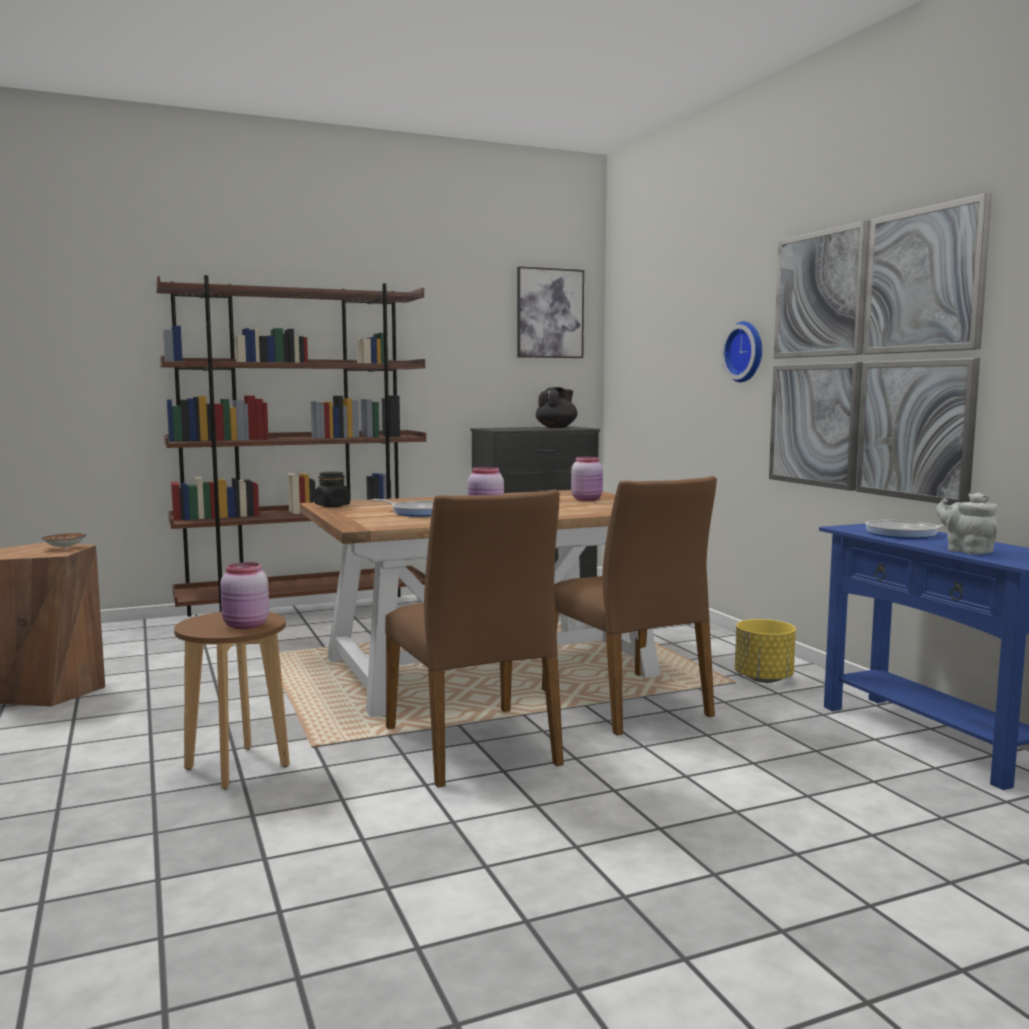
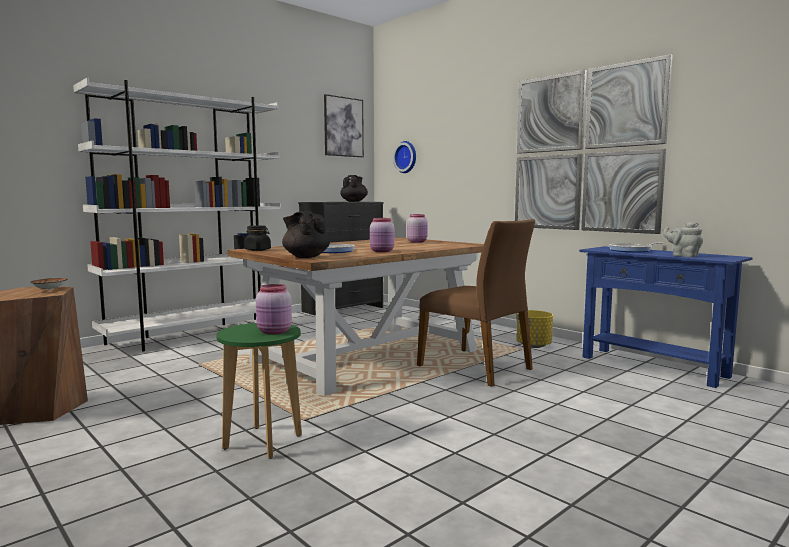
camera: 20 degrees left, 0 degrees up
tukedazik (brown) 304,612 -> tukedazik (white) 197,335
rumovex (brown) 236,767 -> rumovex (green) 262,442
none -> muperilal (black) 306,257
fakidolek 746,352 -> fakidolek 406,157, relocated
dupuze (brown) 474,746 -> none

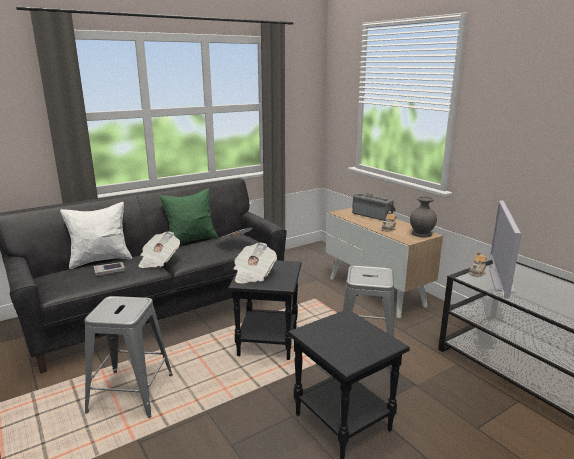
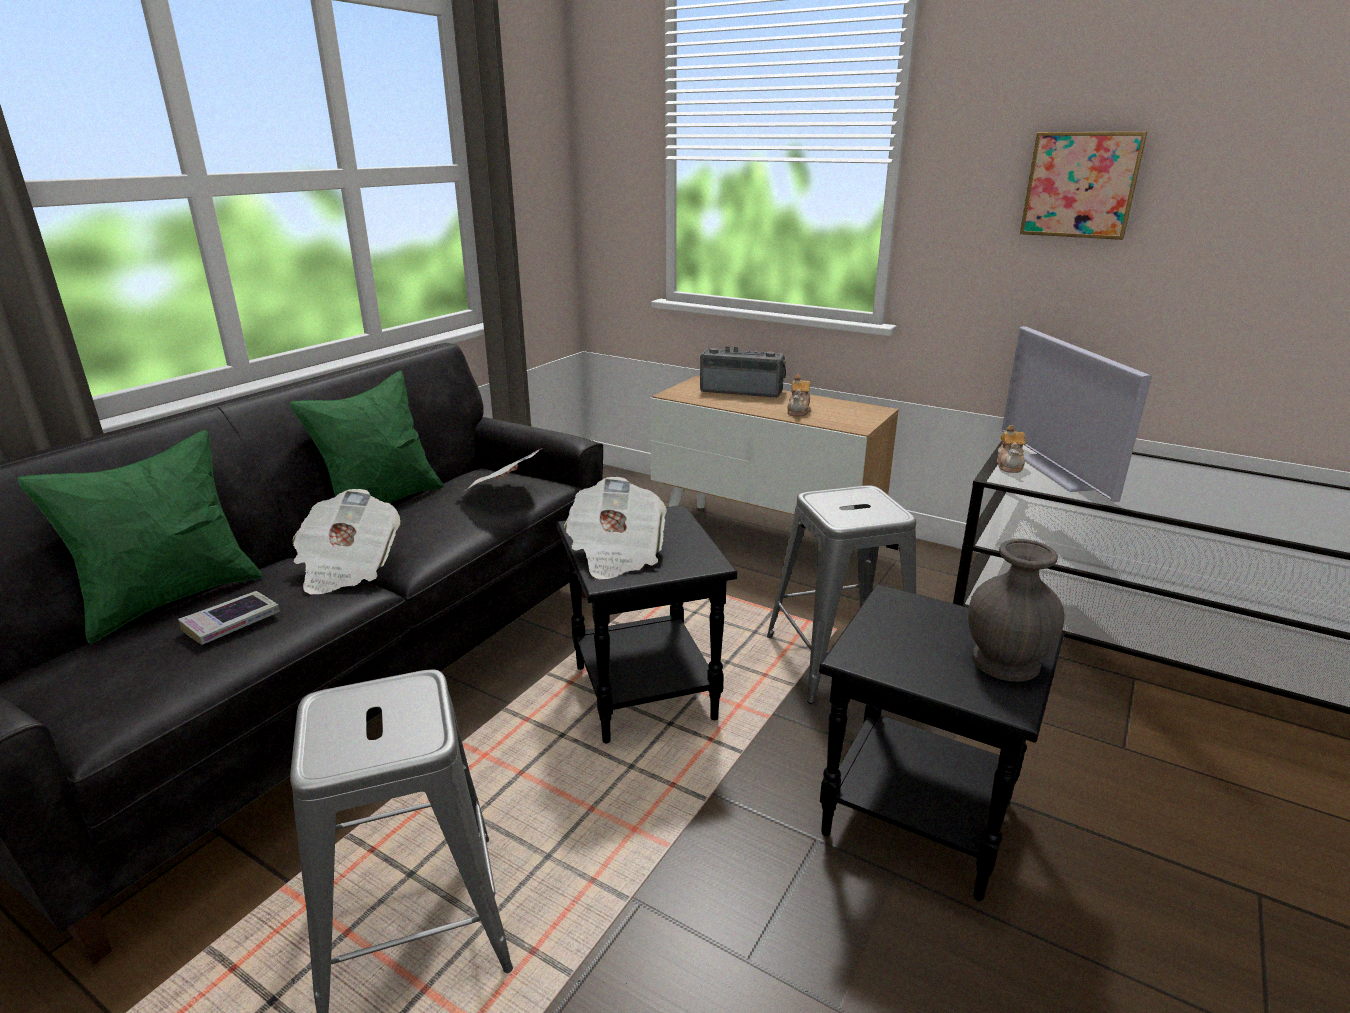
camera: 25 degrees left, 5 degrees up
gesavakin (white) 101,260 -> gesavakin (green) 172,599
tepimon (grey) 422,234 -> tepimon (grey) 1007,661, relocated
none -> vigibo 1081,185

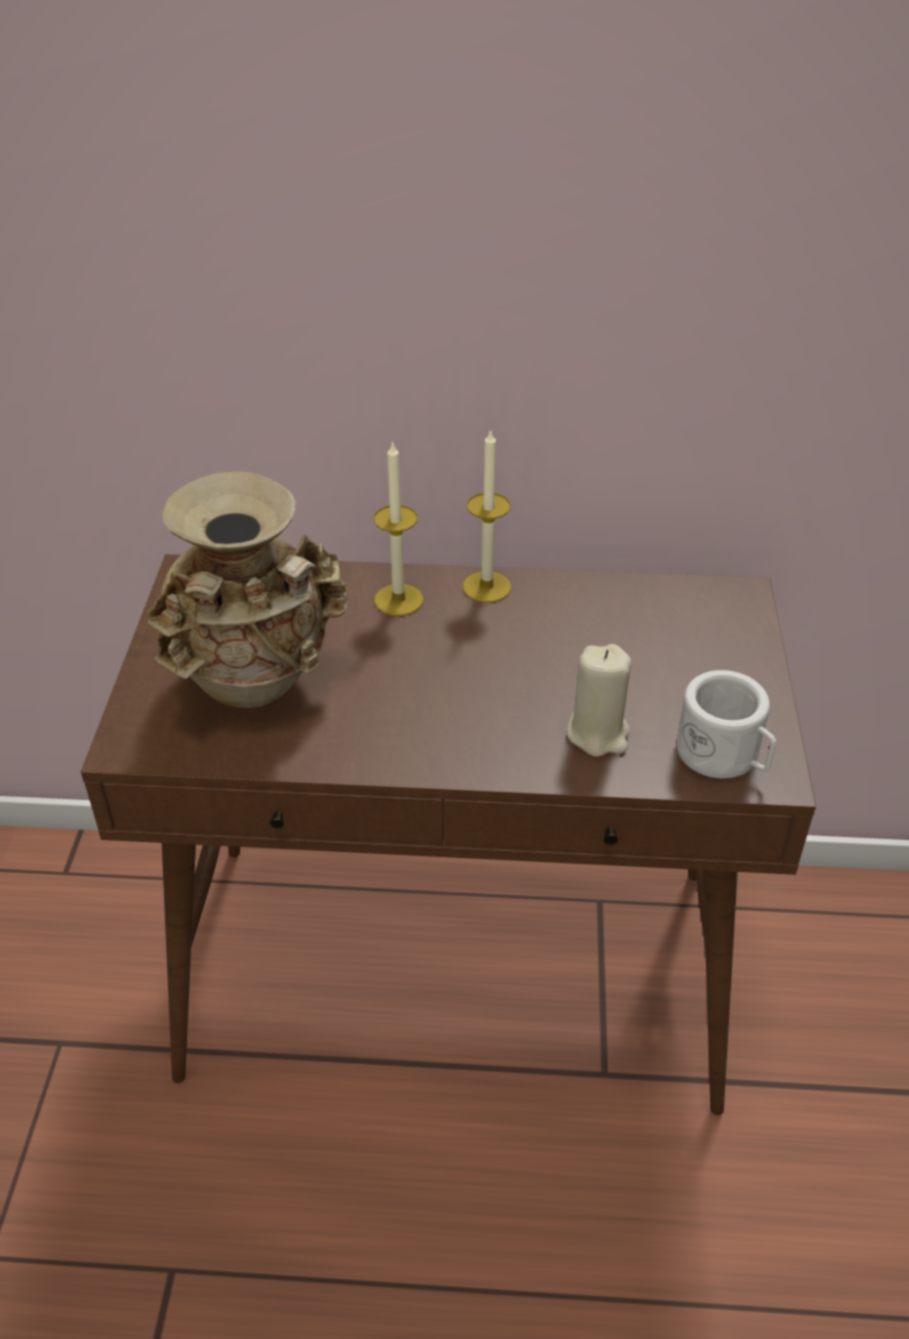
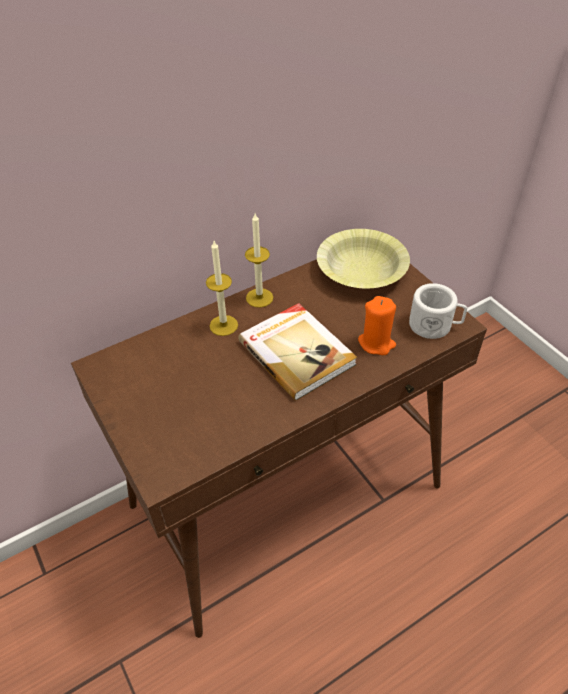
camera: 35 degrees left, 5 degrees up
none -> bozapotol 297,352
none -> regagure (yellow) 361,270
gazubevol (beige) 598,733 -> gazubevol (orange) 376,343
tepimon (beige) 256,685 -> none

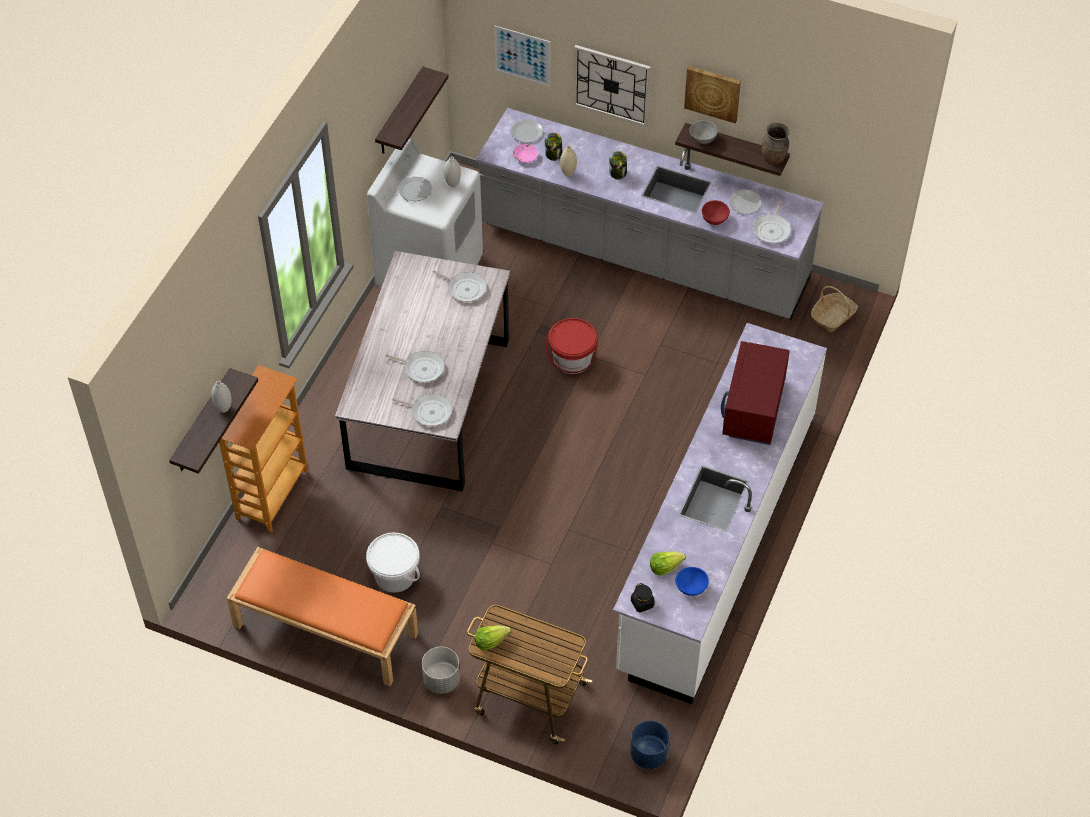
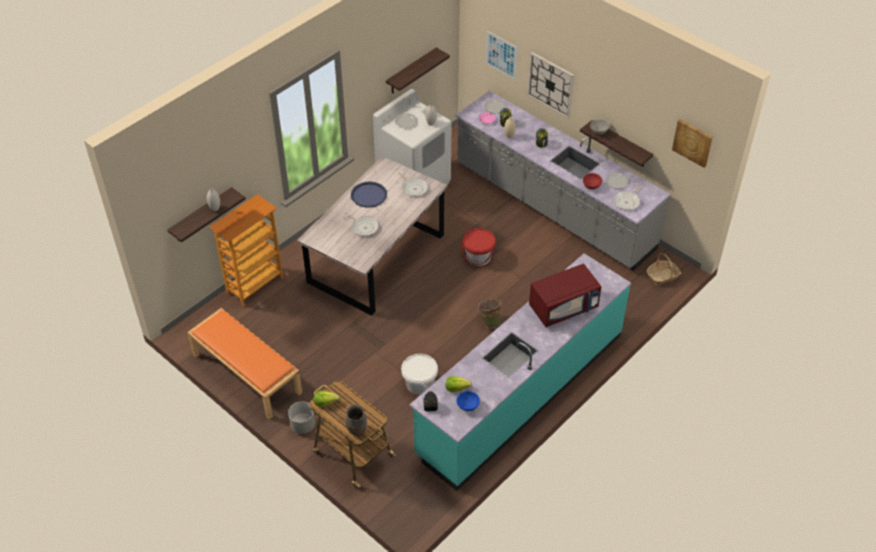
camera: 20 degrees right, 5 degrees down
tepimon (brown) 774,159 -> tepimon (brown) 357,430, relocated
none -> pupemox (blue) 369,195
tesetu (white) 395,575 -> tesetu (white) 420,384, relocated
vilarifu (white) 716,542 -> vilarifu (turquoise) 520,393
none -> tesetu (green) 489,321
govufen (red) 754,409 -> govufen (red) 563,307, 150 degrees counterclockwise
vigibo 713,93 -> vigibo 692,142, relocated
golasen 429,411 -> none
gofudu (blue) 649,754 -> none

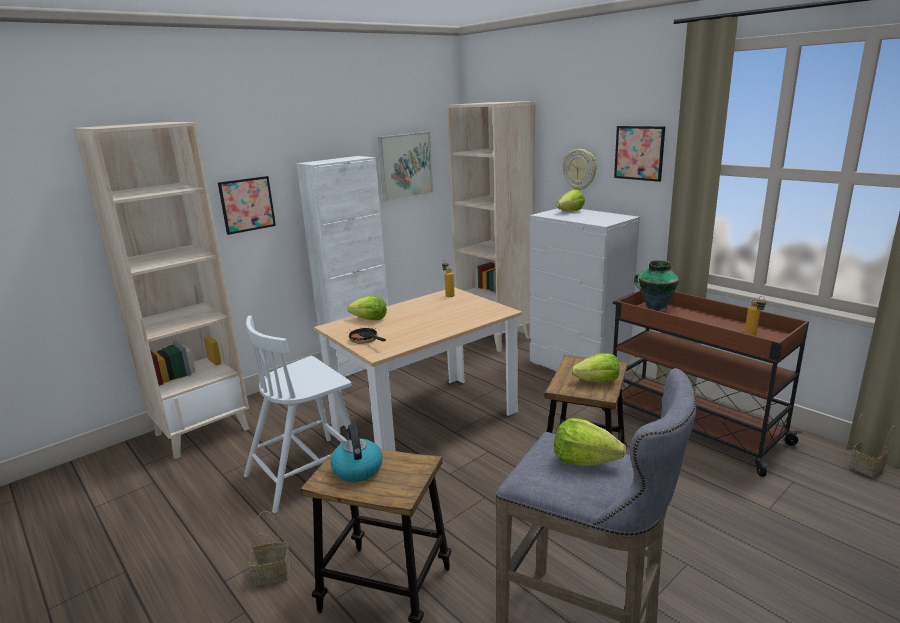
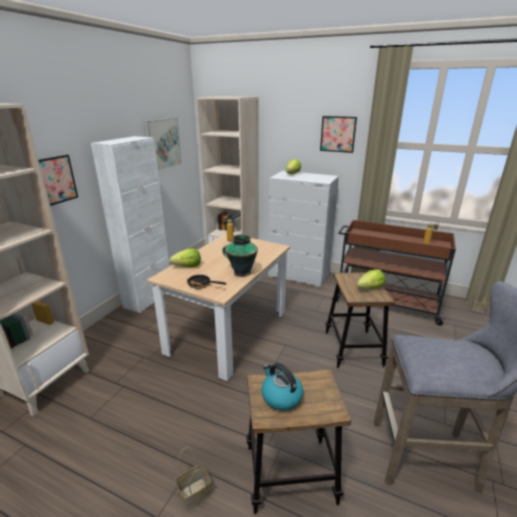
camera: 25 degrees left, 5 degrees up
tepimon 654,308 -> tepimon 241,272, relocated
dupuze (white) 307,472 -> none
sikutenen 584,460 -> none
fakidolek 580,169 -> none

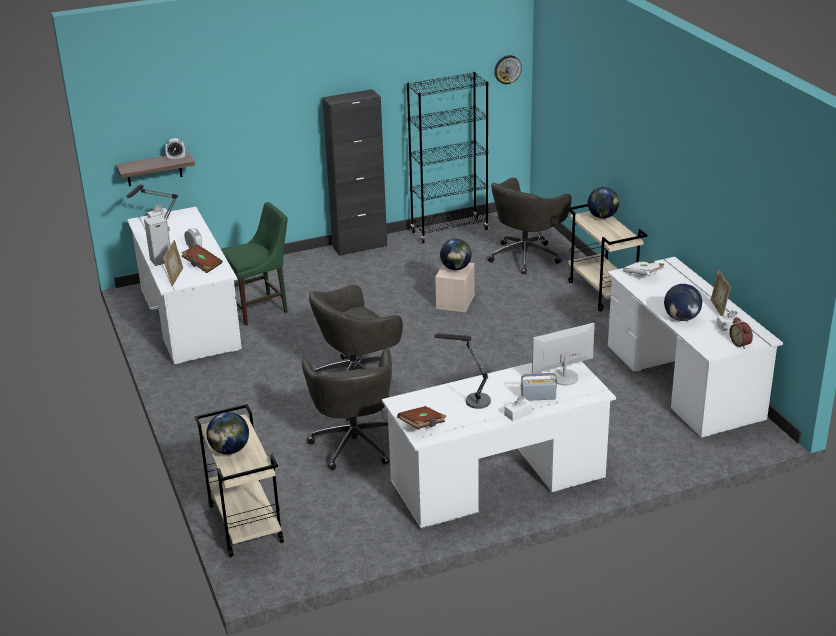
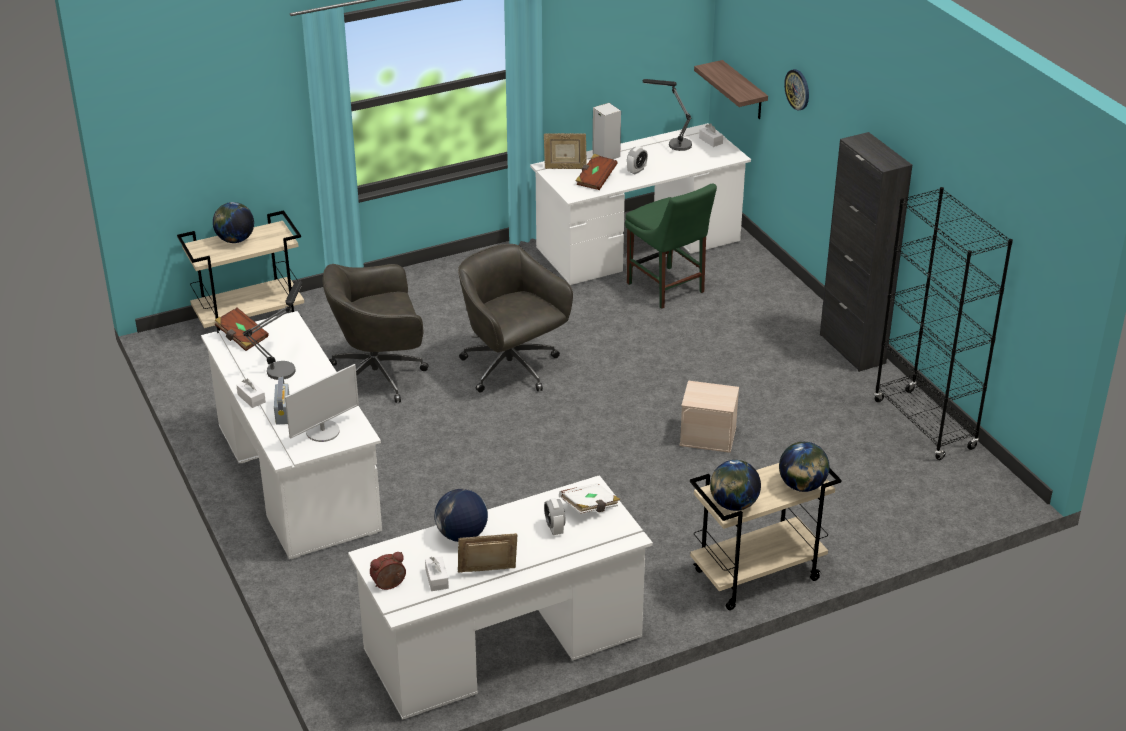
camera: 85 degrees right, 5 degrees up
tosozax 564,377 -> tosozax 323,431, 75 degrees clockwise
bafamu 176,158 -> bafamu 554,528, relocated
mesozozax 455,268 -> mesozozax 733,505, relocated
fakidolek 507,69 -> fakidolek 797,89, relocated
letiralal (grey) 526,256 -> none

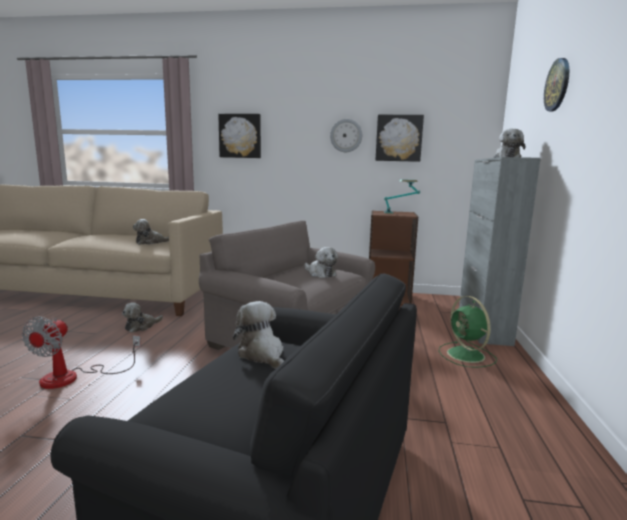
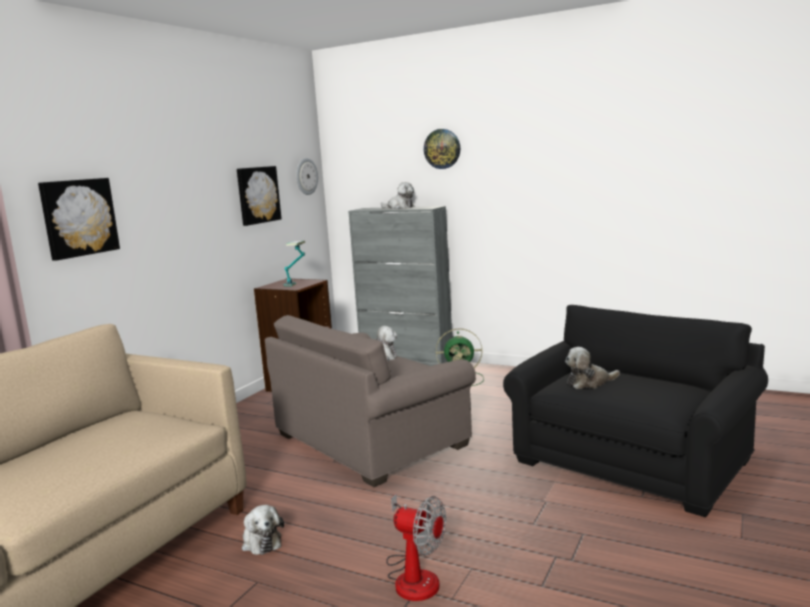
camera: 70 degrees left, 0 degrees up
fakidolek 346,135 -> fakidolek 306,176, relocated
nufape 151,242 -> none

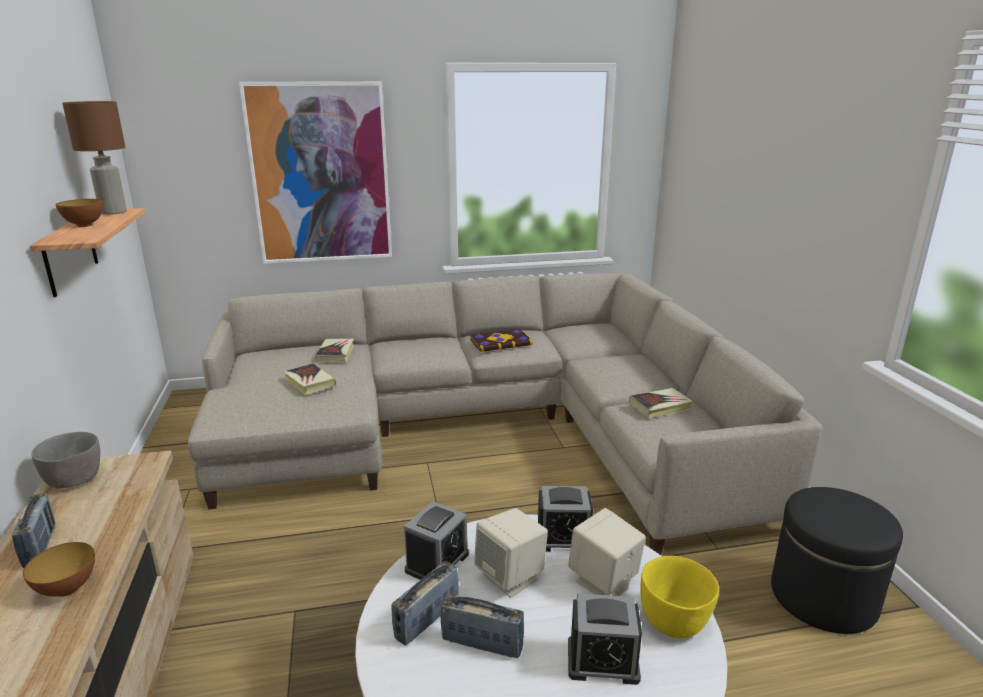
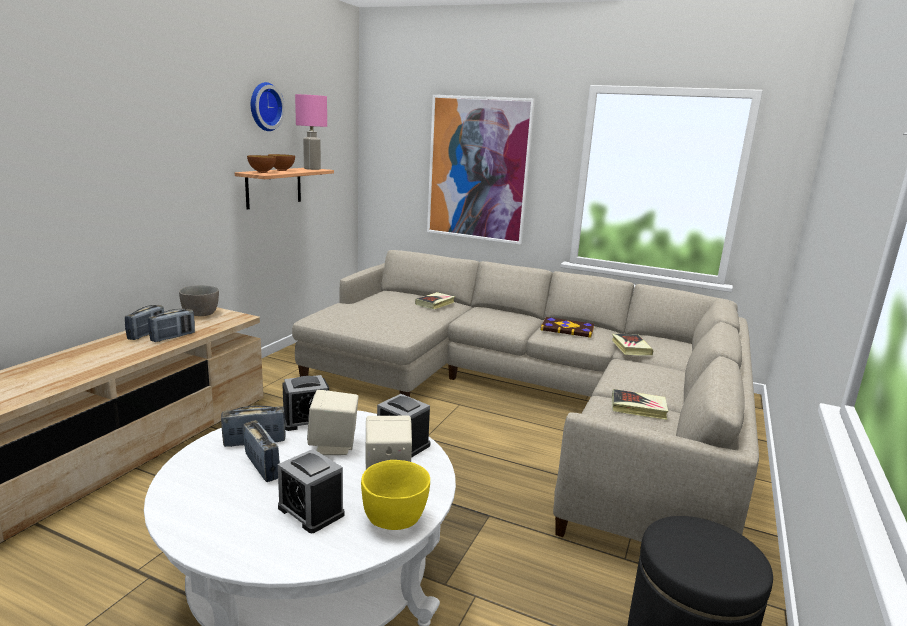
camera: 35 degrees right, 5 degrees down
none -> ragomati 173,337
regagure 67,589 -> regagure 262,172, relocated
none -> fakidolek 264,106
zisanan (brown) 114,212 -> zisanan (pink) 312,169
bozapotol 309,382 -> bozapotol 630,347, relocated

